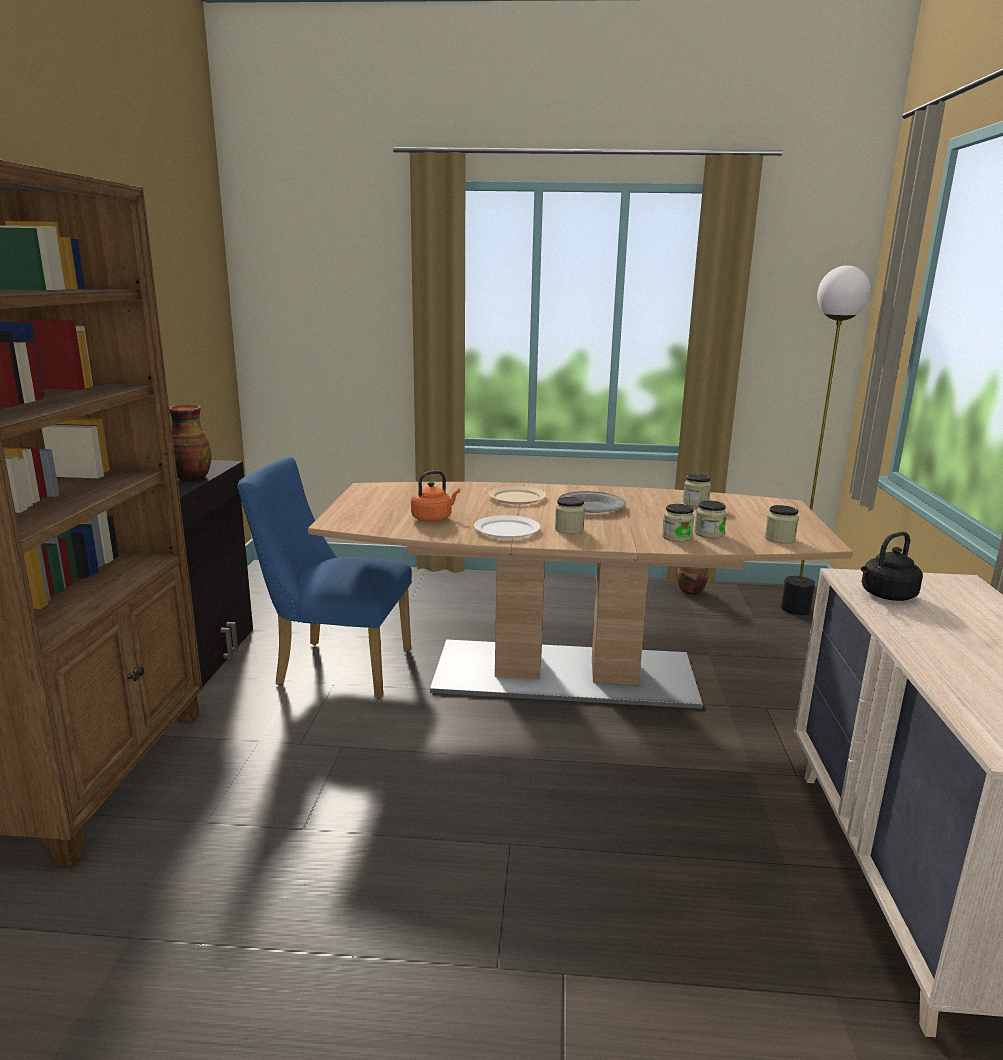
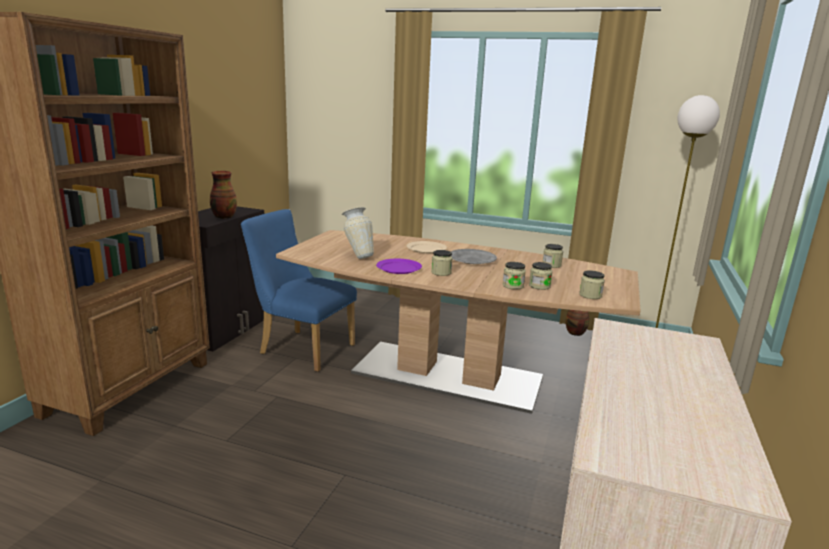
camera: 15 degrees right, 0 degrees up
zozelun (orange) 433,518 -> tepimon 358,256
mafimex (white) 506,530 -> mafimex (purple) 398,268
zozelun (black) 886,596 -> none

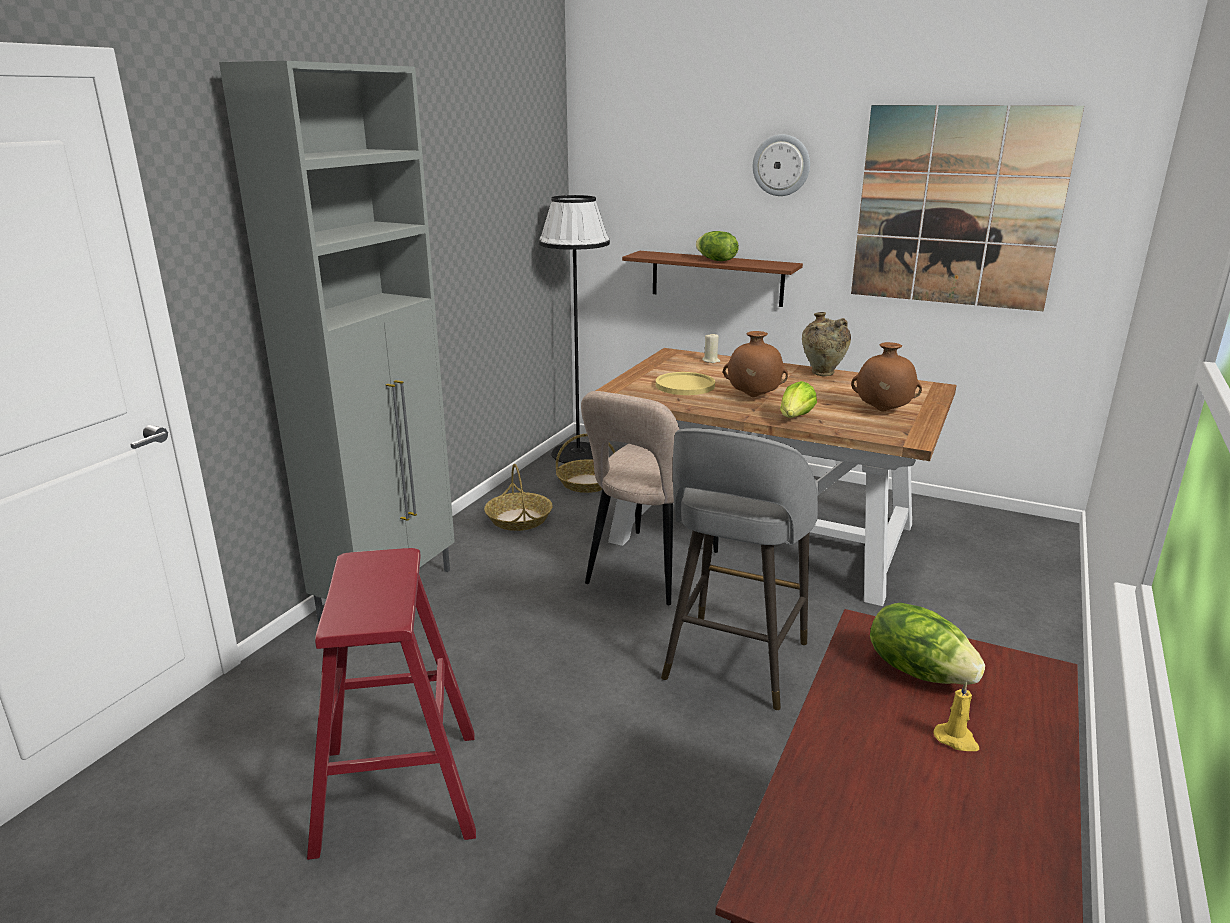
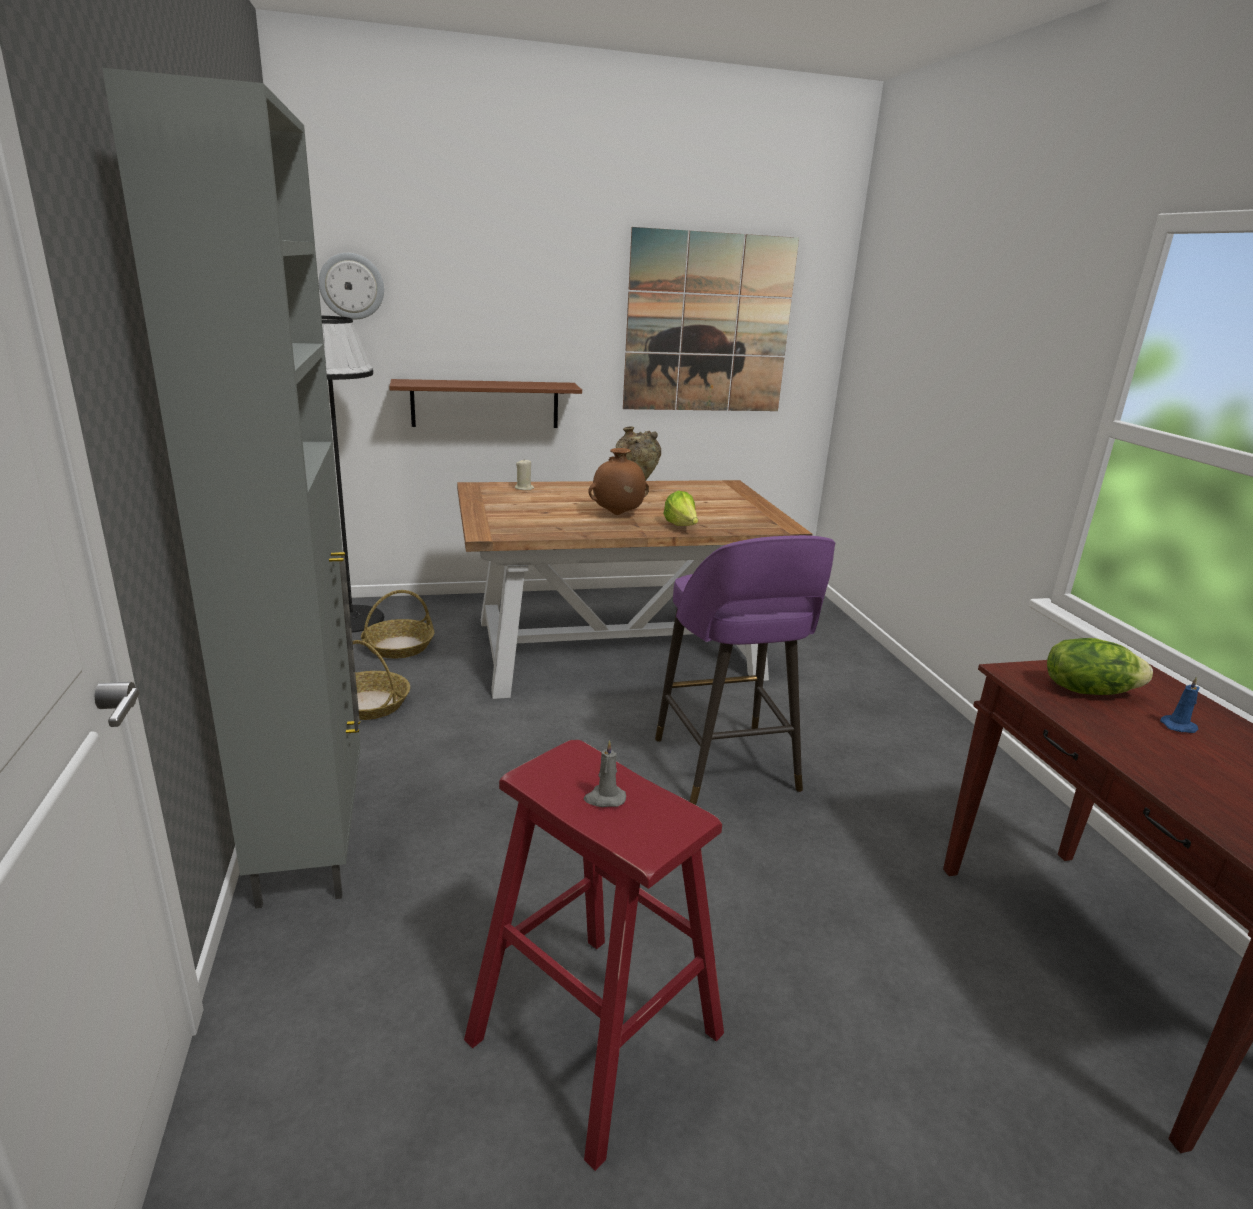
camera: 40 degrees left, 0 degrees up
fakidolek 781,165 -> fakidolek 351,286, relocated
none -> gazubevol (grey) 604,798
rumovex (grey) 734,663 -> rumovex (purple) 727,767
gazubevol (yellow) 956,740 -> gazubevol (blue) 1179,727
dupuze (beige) 649,571 -> none
mafimex (yellow) 685,385 -> none
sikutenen 716,260 -> none
tepimon (brown) 882,411 -> none

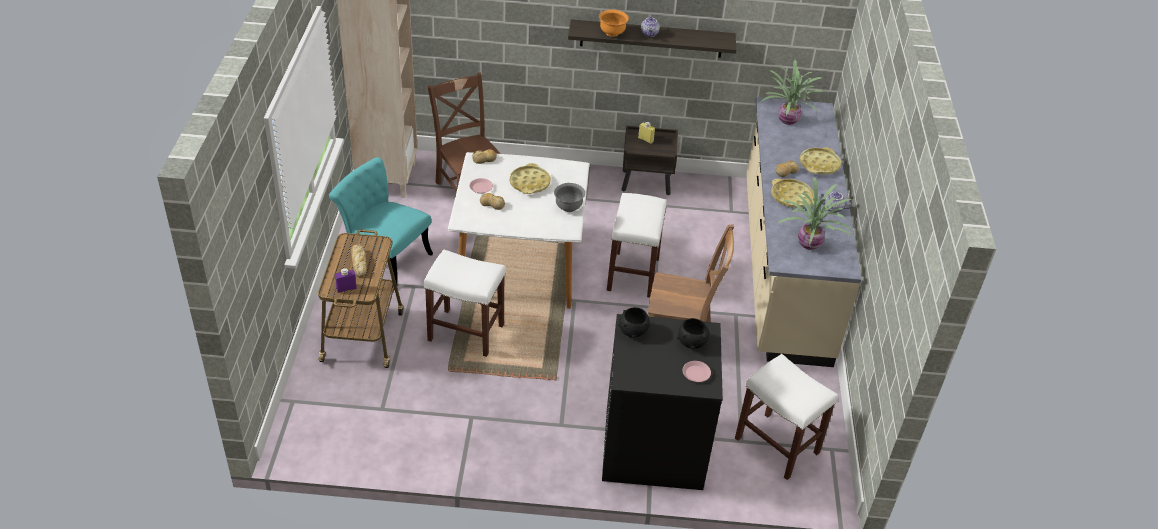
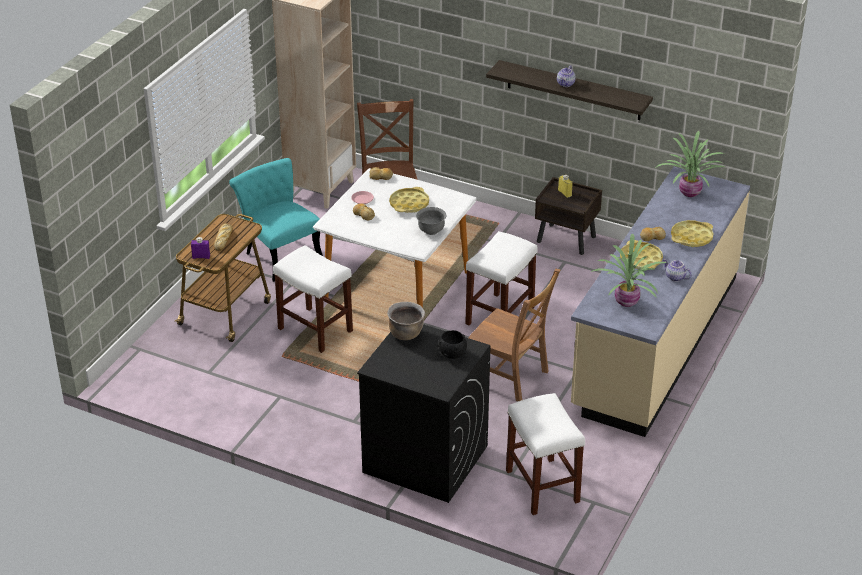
camera: 25 degrees right, 5 degrees down
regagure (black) 632,331 -> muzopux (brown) 406,334
regagure (orange) 612,33 -> none
mafimex (pink) 696,373 -> none

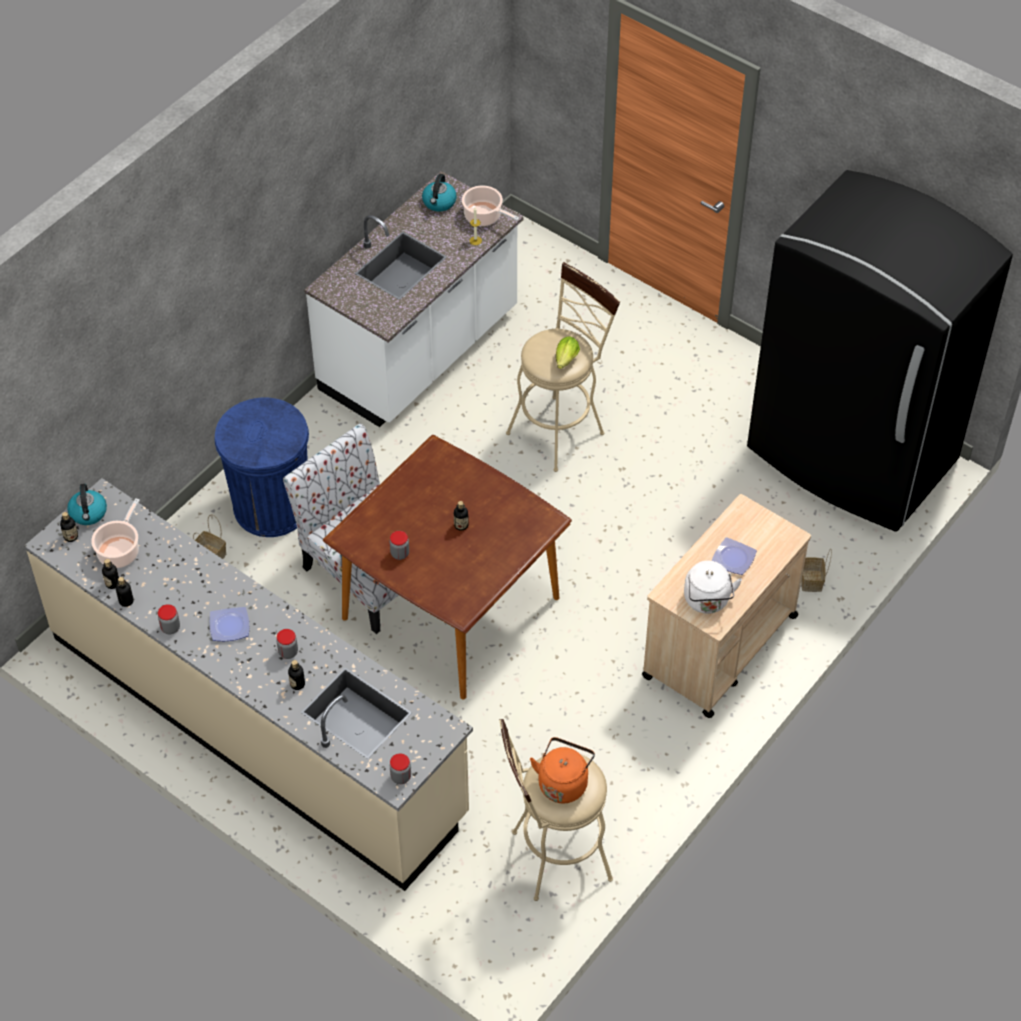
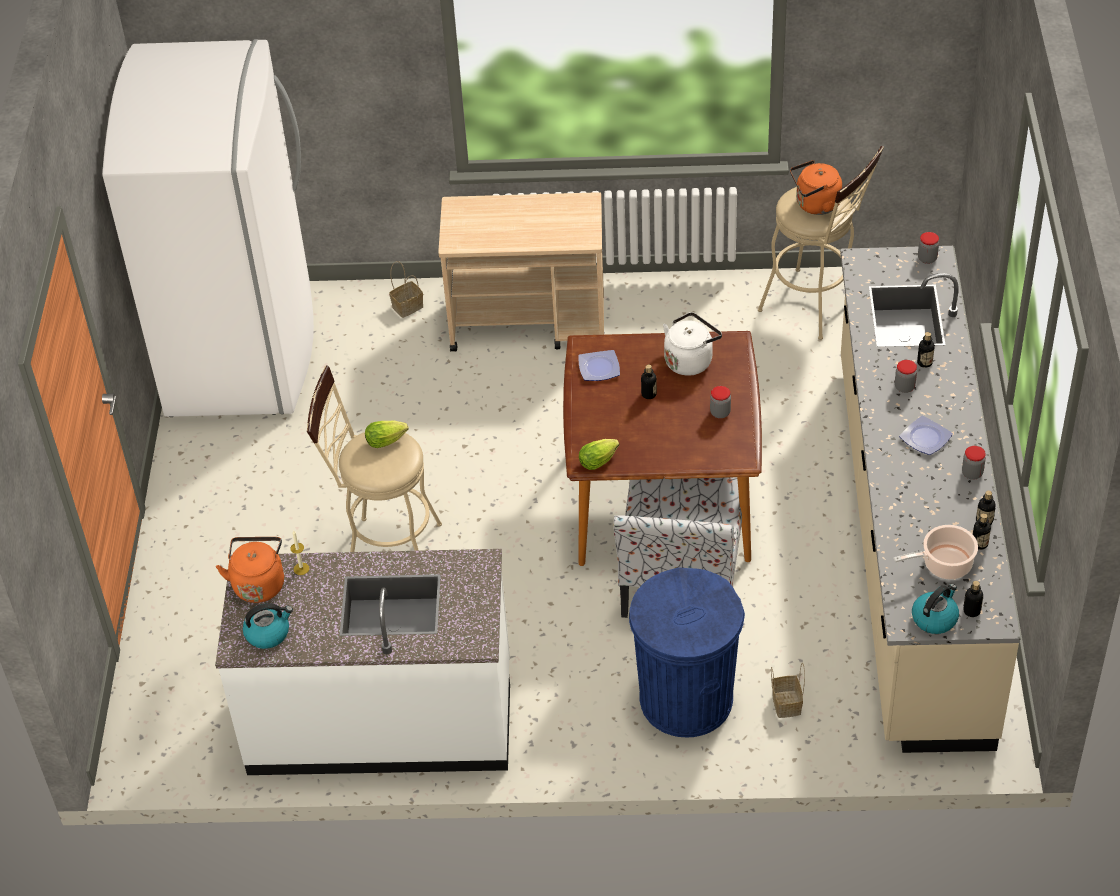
camera: 125 degrees left, 5 degrees down
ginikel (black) 851,456 -> ginikel (white) 243,349
muzopux 484,217 -> zozelun (orange) 258,583
mafimex 732,558 -> mafimex 600,368, relocated
none -> sikutenen 600,460
zozelun (white) 707,601 -> zozelun (white) 690,360, relocated

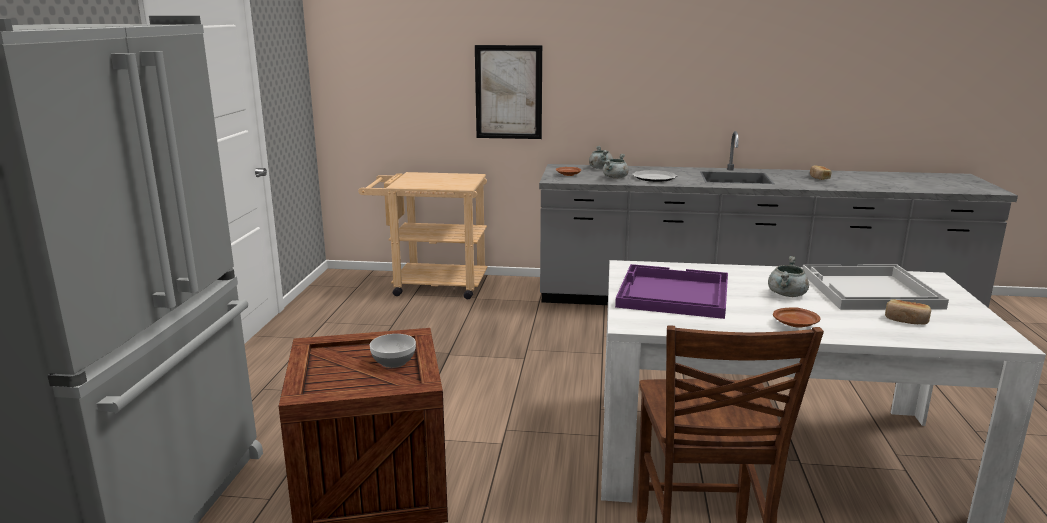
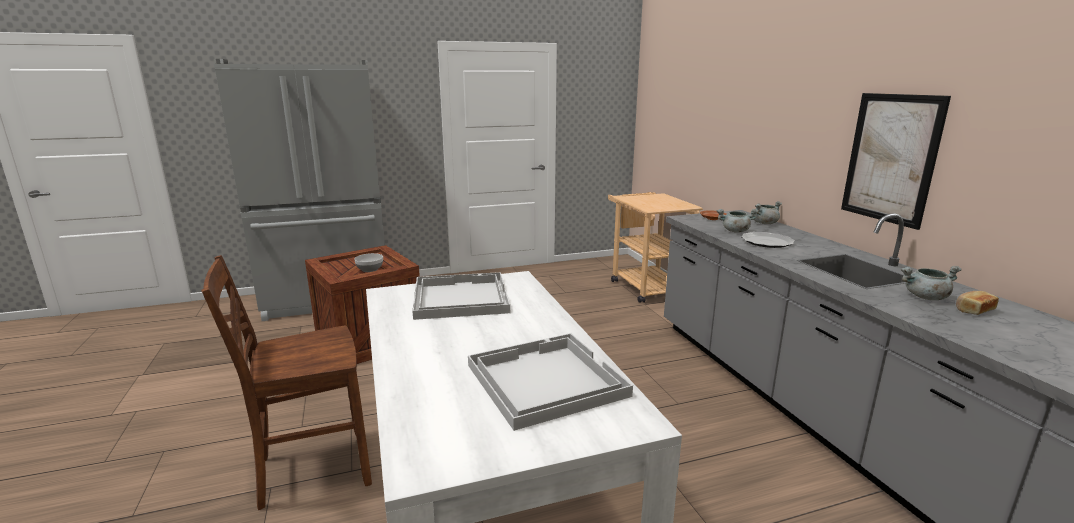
camera: 65 degrees right, 0 degrees up
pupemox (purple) 672,294 -> pupemox (white) 459,297
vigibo 508,92 -> vigibo 891,158, relocated
muzopux (grey) 787,295 -> muzopux (grey) 925,297, relocated
mafimex (brown) 795,324 -> none
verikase 906,320 -> none

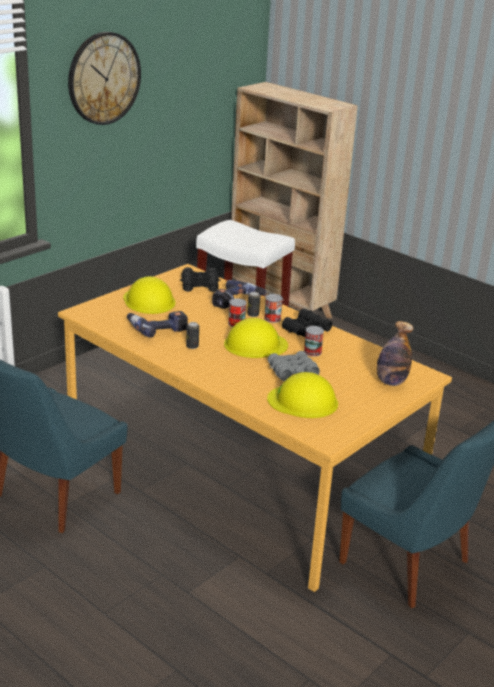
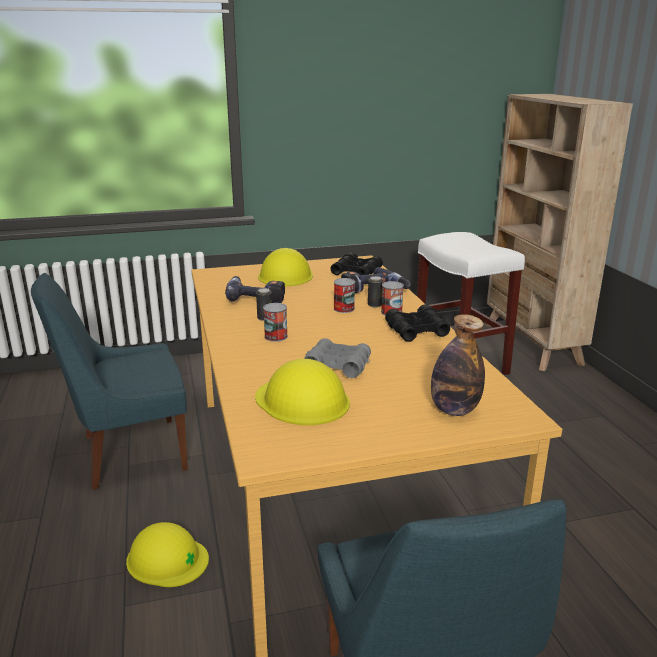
camera: 35 degrees right, 5 degrees down
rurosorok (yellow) 255,344 -> rurosorok (yellow) 167,559, relocated
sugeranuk 312,352 -> sugeranuk 276,337, relocated
fakidolek 104,78 -> none

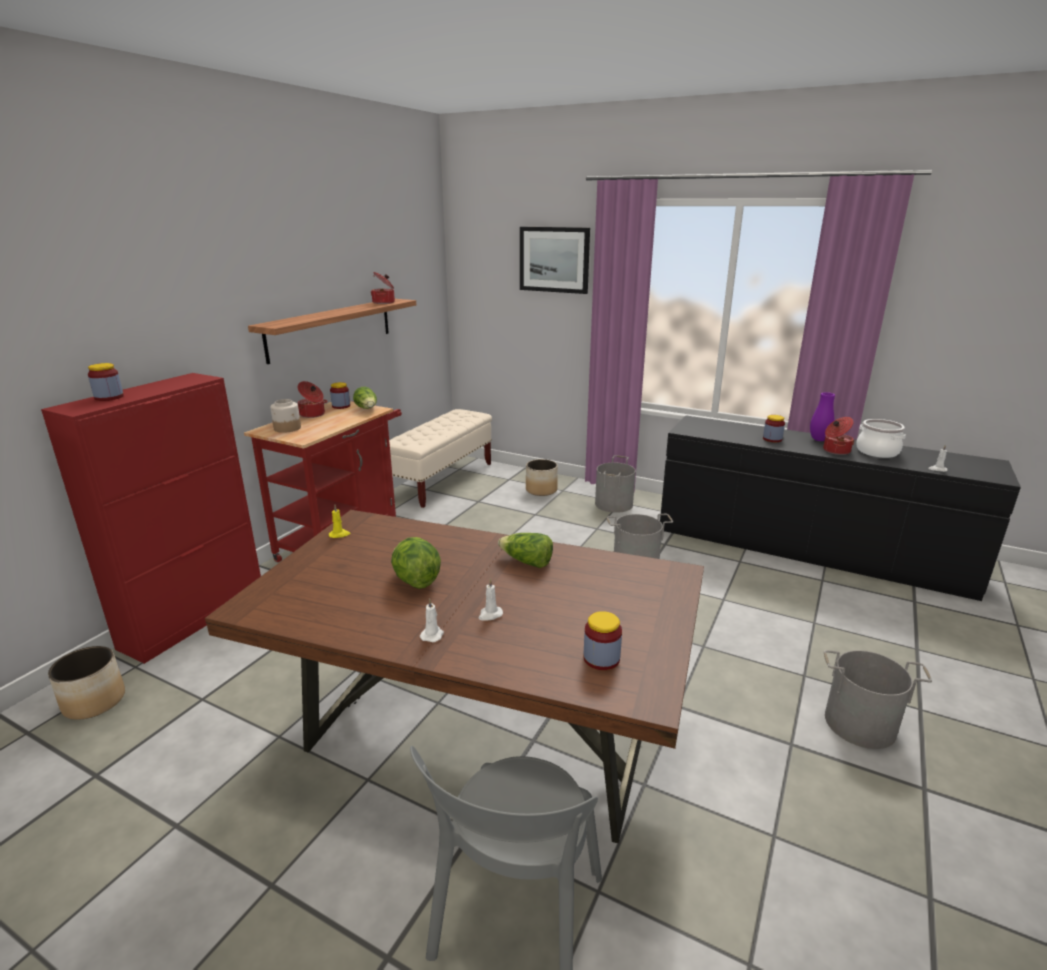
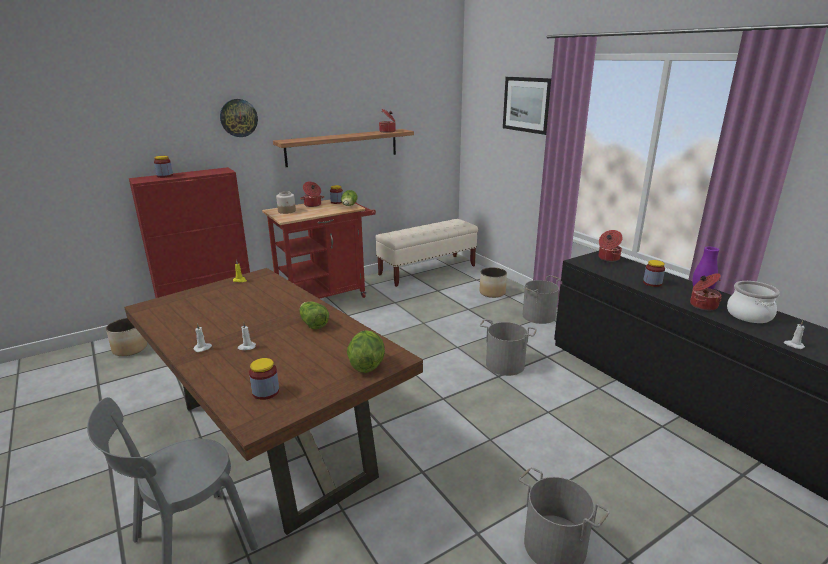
camera: 30 degrees right, 0 degrees up
none -> fakidolek 238,118
sikutenen 415,581 -> sikutenen 366,365, relocated
none -> muzopux 608,258

